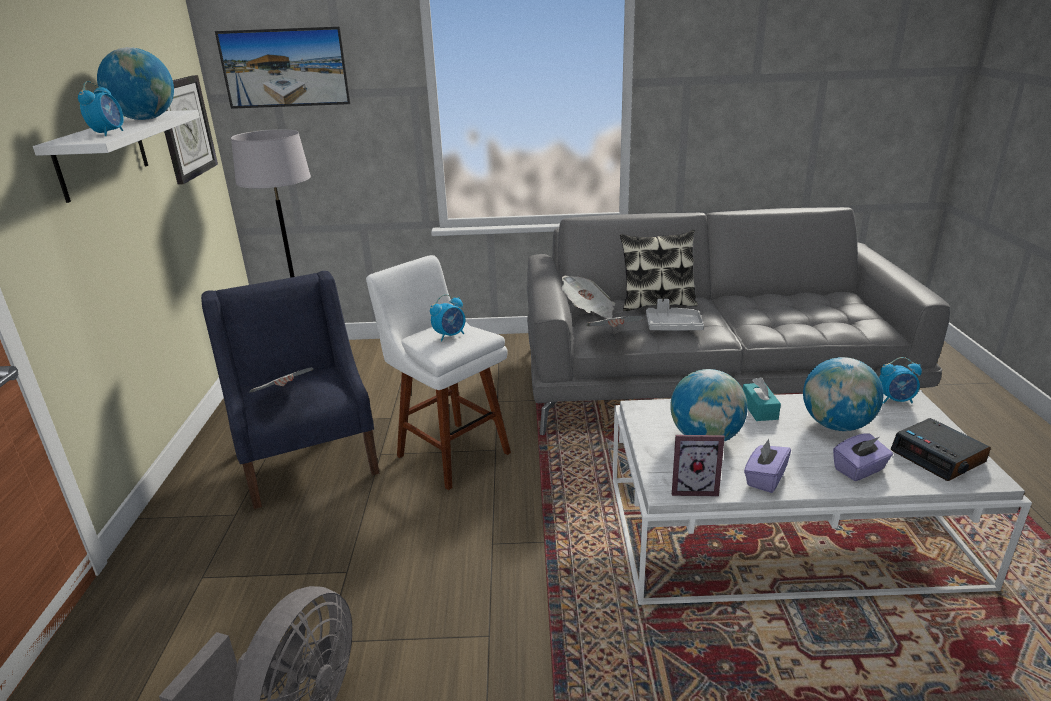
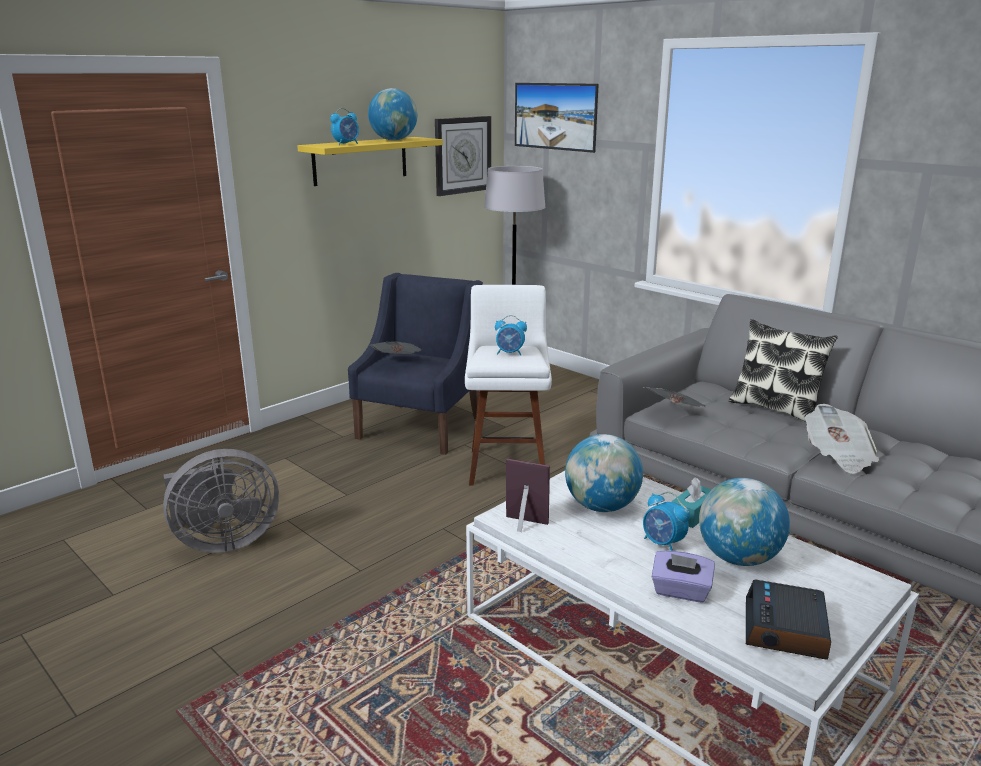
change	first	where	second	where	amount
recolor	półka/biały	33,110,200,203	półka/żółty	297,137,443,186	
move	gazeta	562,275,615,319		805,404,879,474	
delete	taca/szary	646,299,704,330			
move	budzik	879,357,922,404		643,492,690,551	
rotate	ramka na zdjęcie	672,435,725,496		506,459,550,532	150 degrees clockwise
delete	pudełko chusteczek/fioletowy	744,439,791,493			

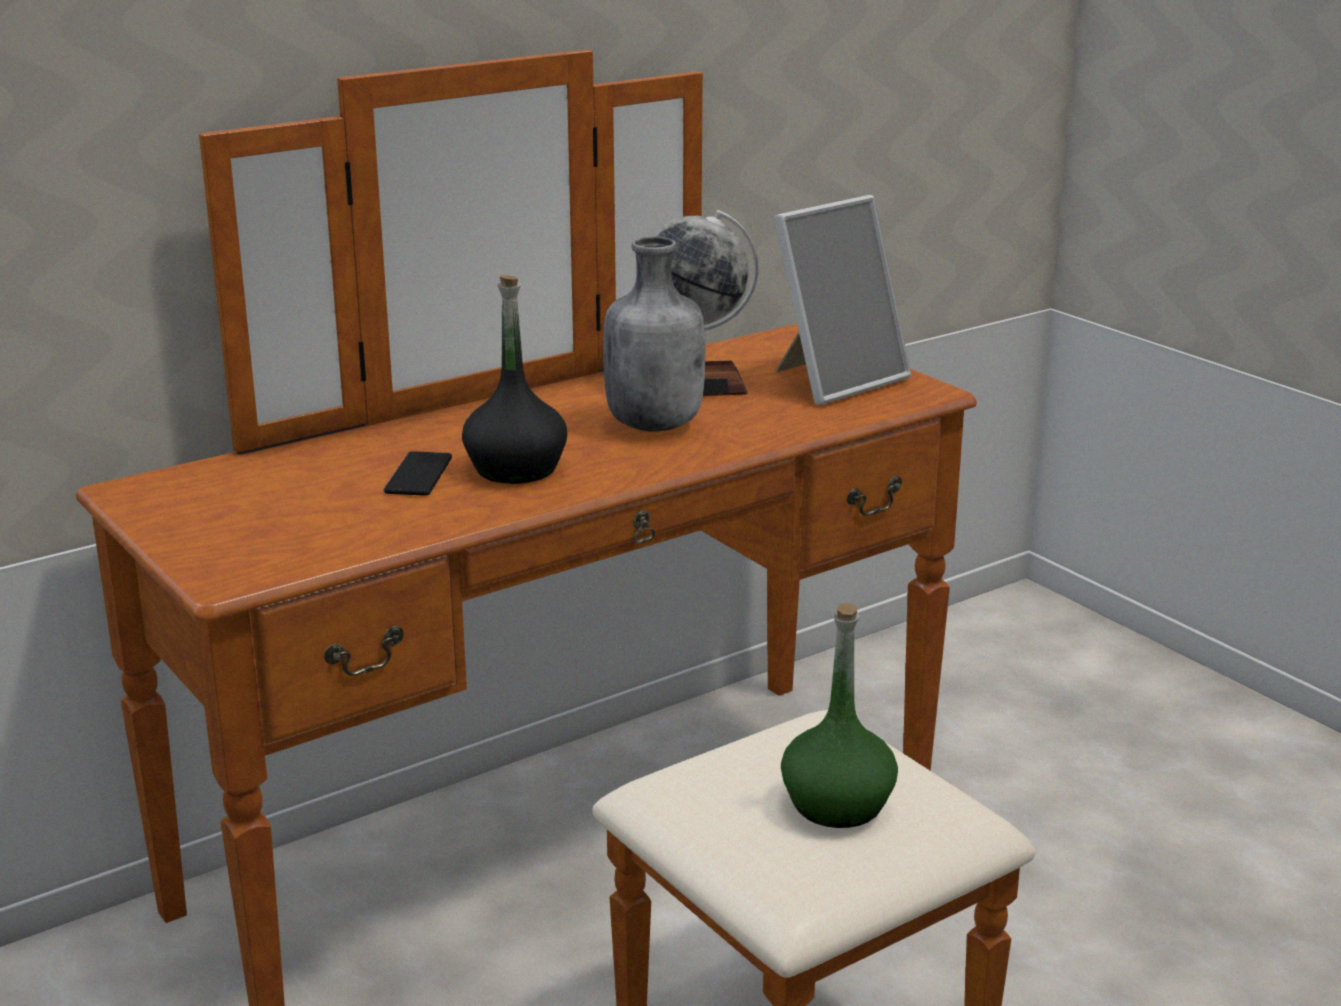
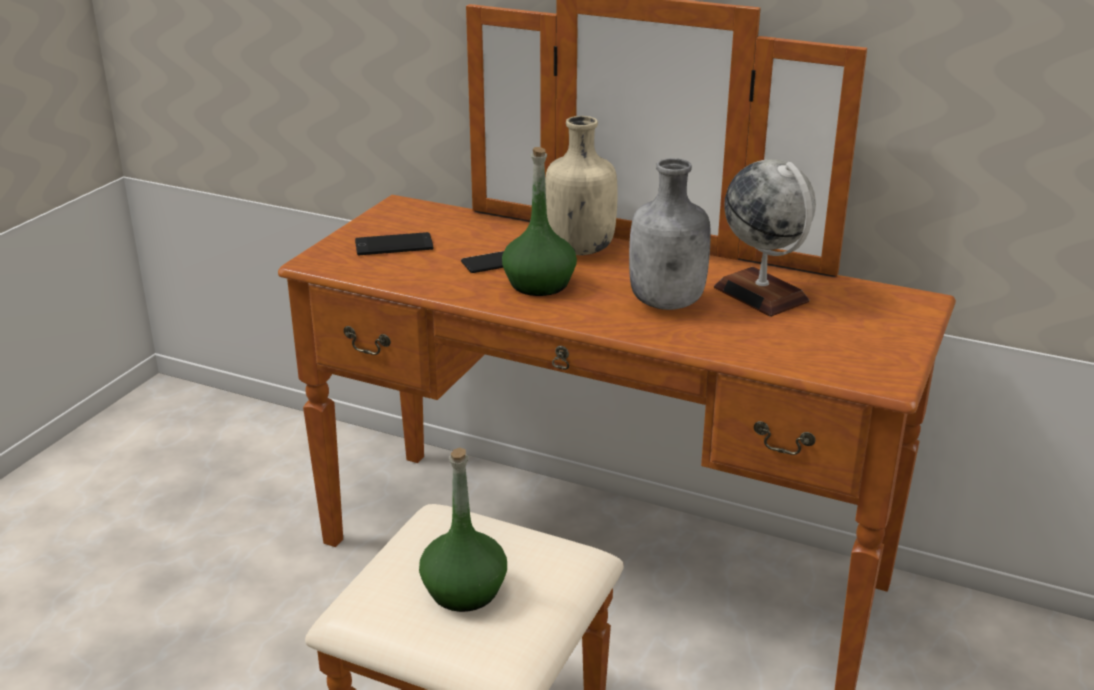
change	first	where	second	where	amount
delete	ramka na zdjęcie	774,195,911,405			
recolor	butelka/czarny	462,275,567,484	butelka/zielony	502,147,577,296	
insert			butelka/beżowy	545,116,618,255	
insert			telefon	355,232,433,256	

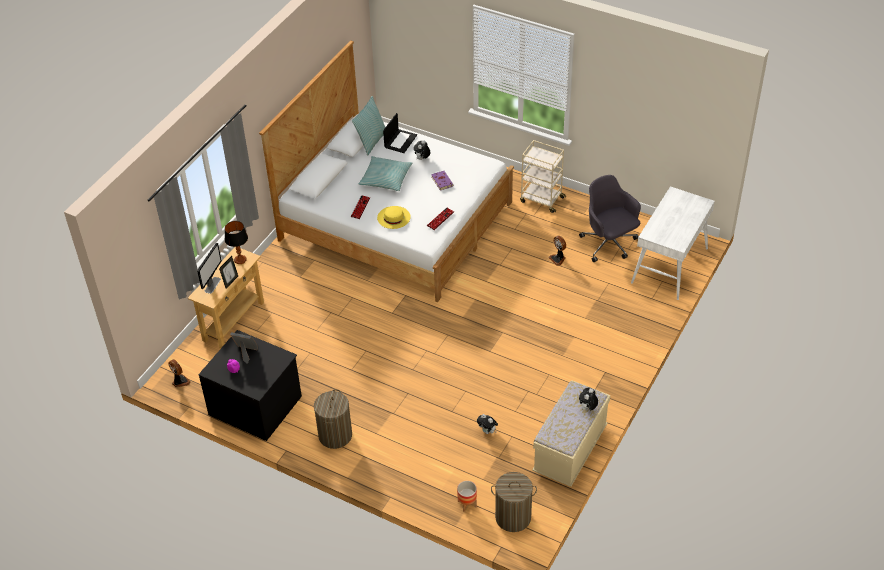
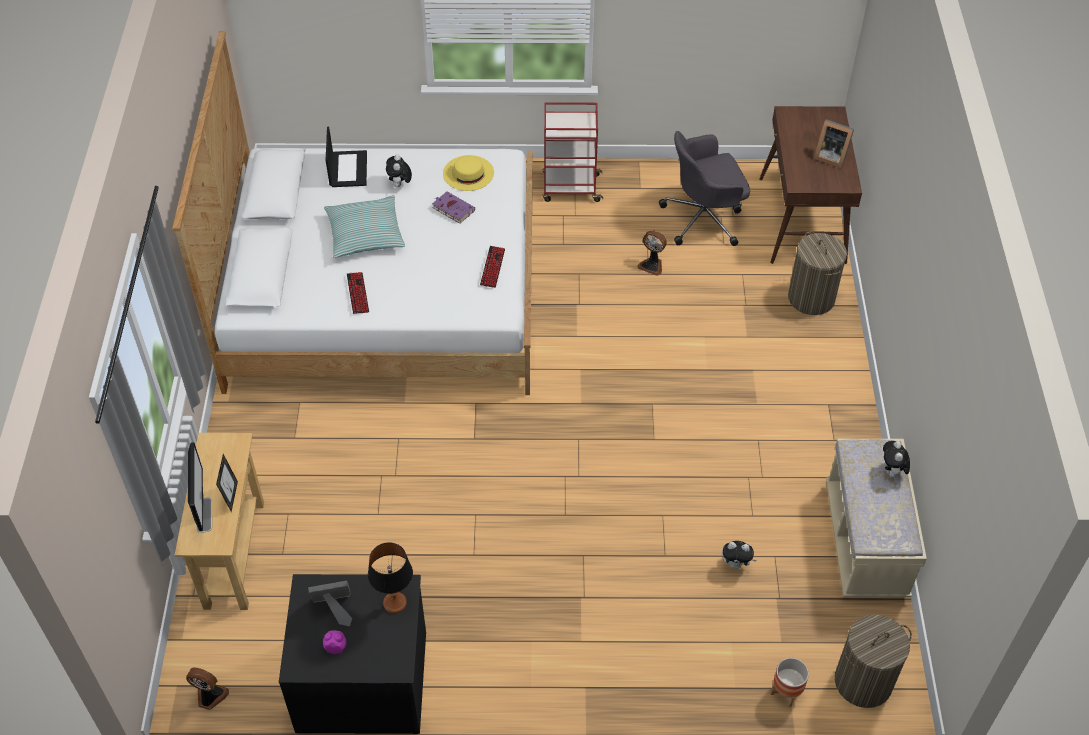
change	first	where	second	where	amount
delete	poduszka	352,96,385,155			
recolor	wózek/beżowy	520,140,566,213	wózek/czerwony	542,102,603,202	
rotate	krzesło biurowe/szary	579,175,641,262		659,131,750,246	45 degrees counterclockwise
recolor	biurko/biały	631,186,715,300	biurko/brązowy	759,106,862,264	
move	kapelusz/żółty	377,206,411,229		443,155,494,191	
move	lampa stołowa	225,221,248,264		368,542,413,613	
move	kosz na pranie	314,389,352,449		788,232,847,315	
insert			ramka na zdjęcie	814,119,854,168	

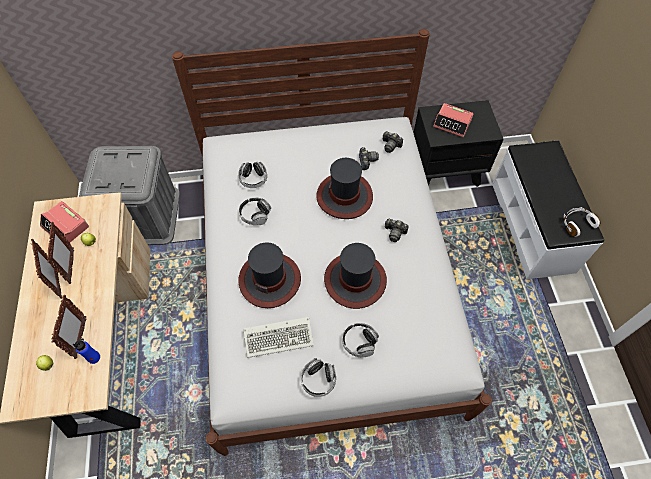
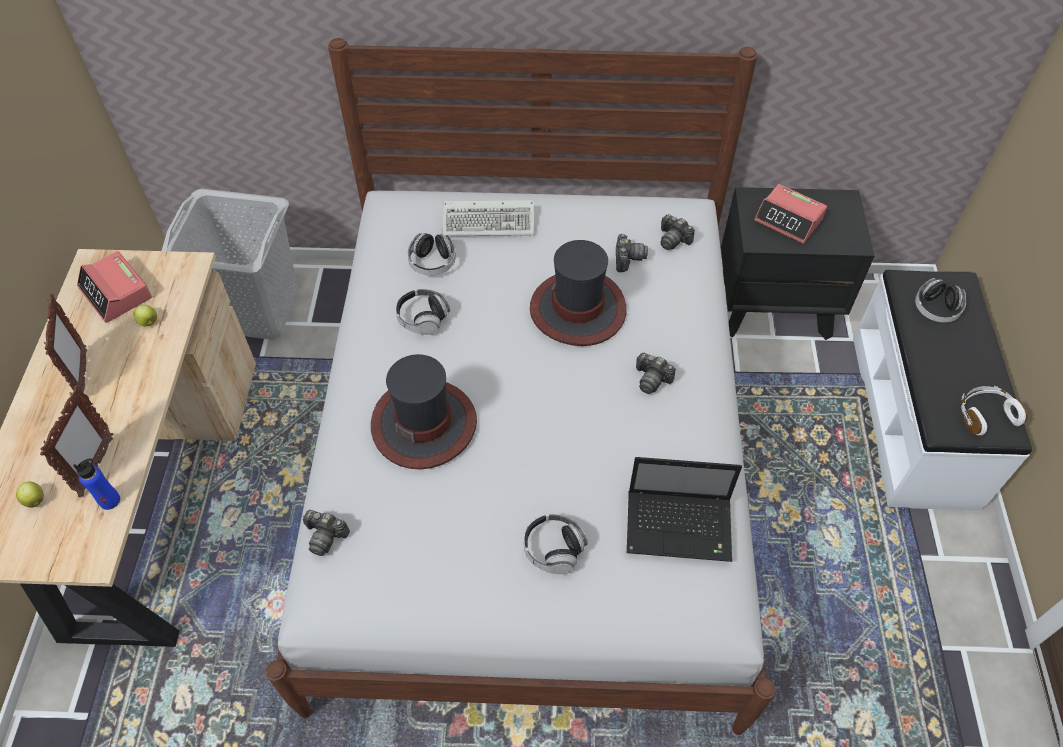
change	first	where	second	where	amount
replace	pojemnik do przechowywania/szary	79,146,180,245	kosz na pranie/szary	162,189,298,340	
delete	ramka na zdjęcie	47,222,74,284			
delete	kapelusz	324,243,387,309			
move	klawiatura	243,317,314,358		443,200,534,236	
move	słuchawki	301,358,336,397		915,278,966,323	
insert			laptop	627,457,742,562	
insert			aparat fotograficzny	303,510,350,556	

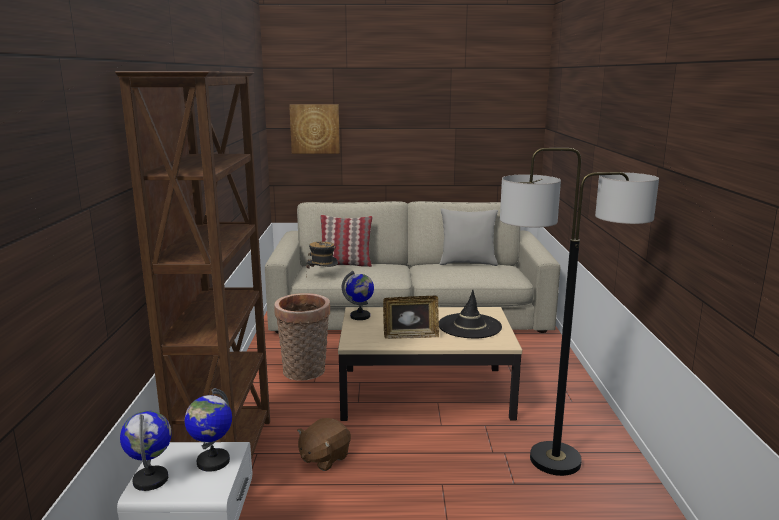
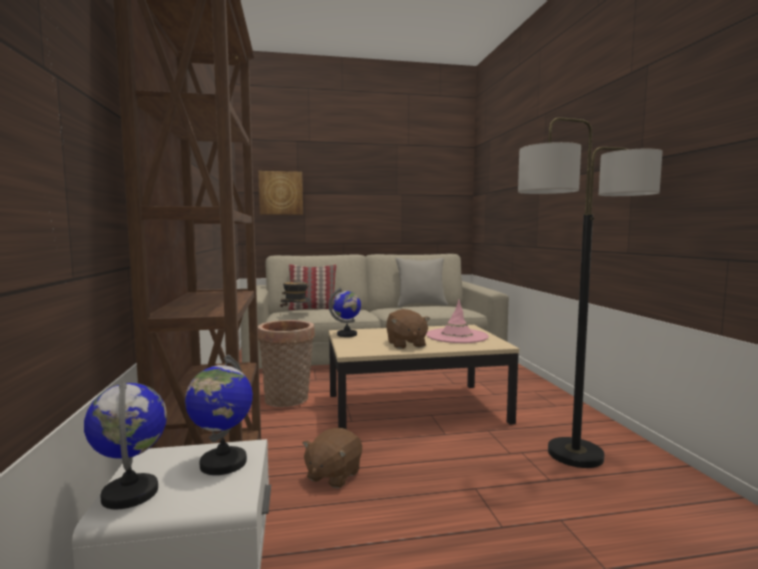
change	first	where	second	where	amount
recolor	kapelusz/czarny	439,290,502,338	kapelusz/różowy	426,299,489,343	
replace	ramka na zdjęcie	383,296,439,339	pluszak/brązowy	386,309,430,349	

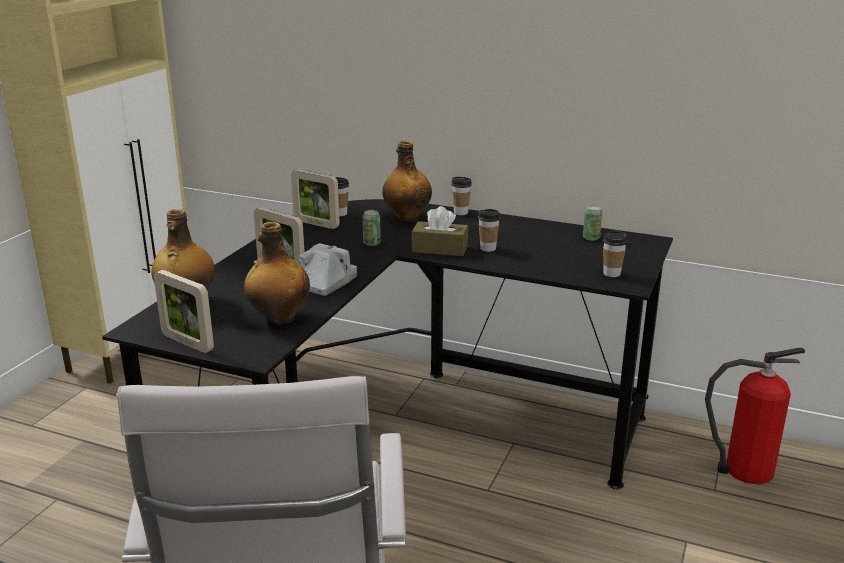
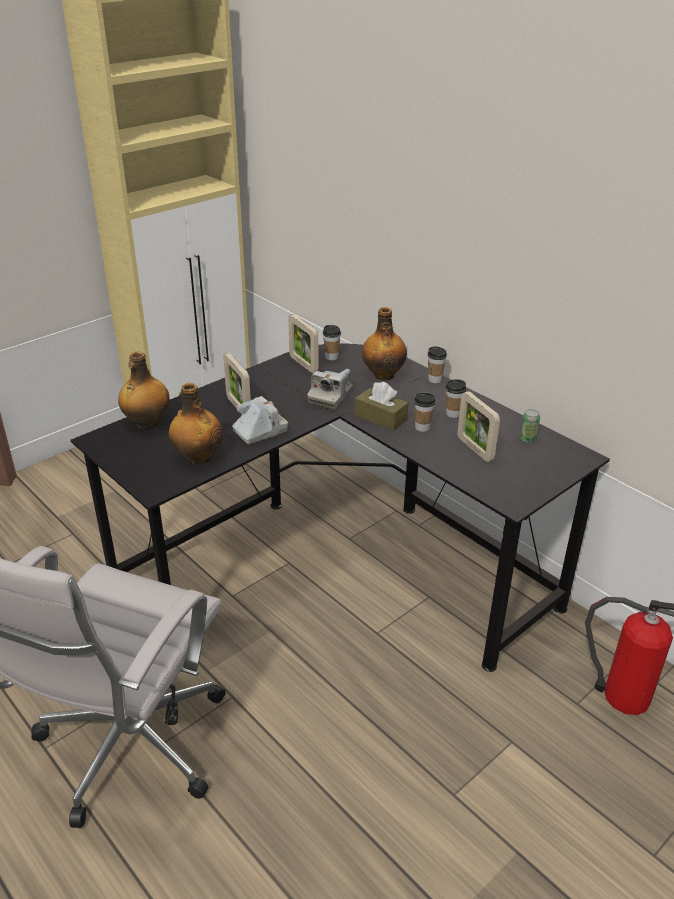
change	first	where	second	where	amount
replace	puszka	363,210,381,246	aparat fotograficzny	307,369,353,409	
move	filiżanka	603,231,627,277		446,379,466,418	
move	ramka na zdjęcie	154,270,214,353		458,391,500,462	

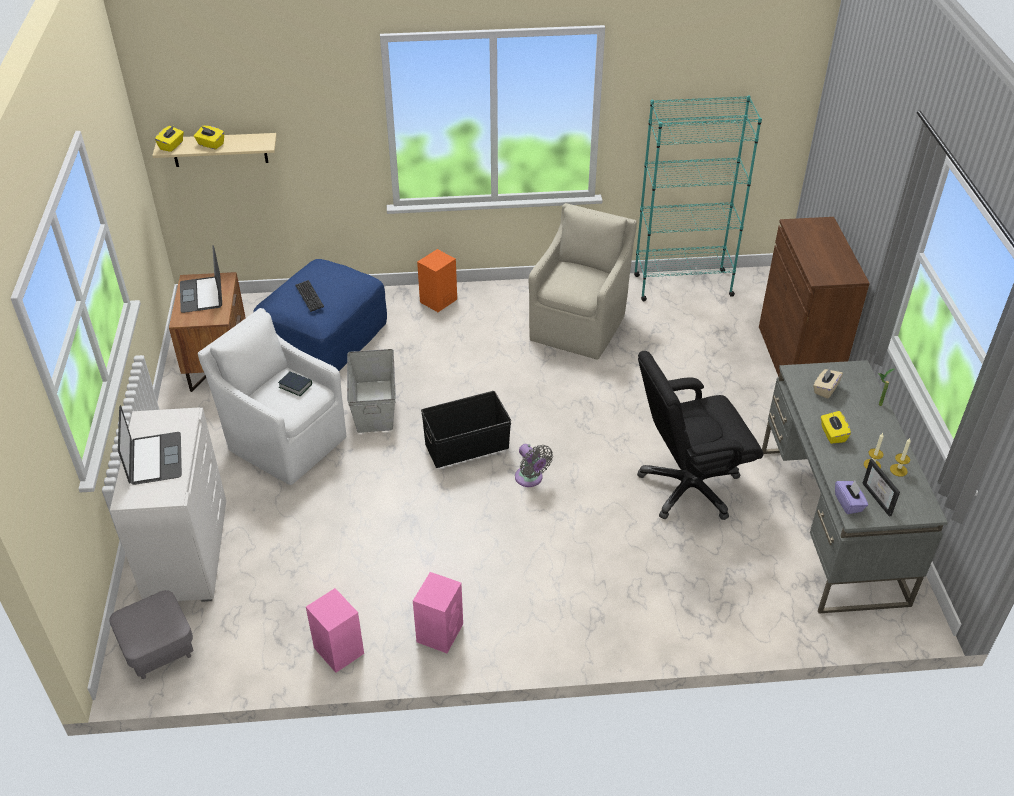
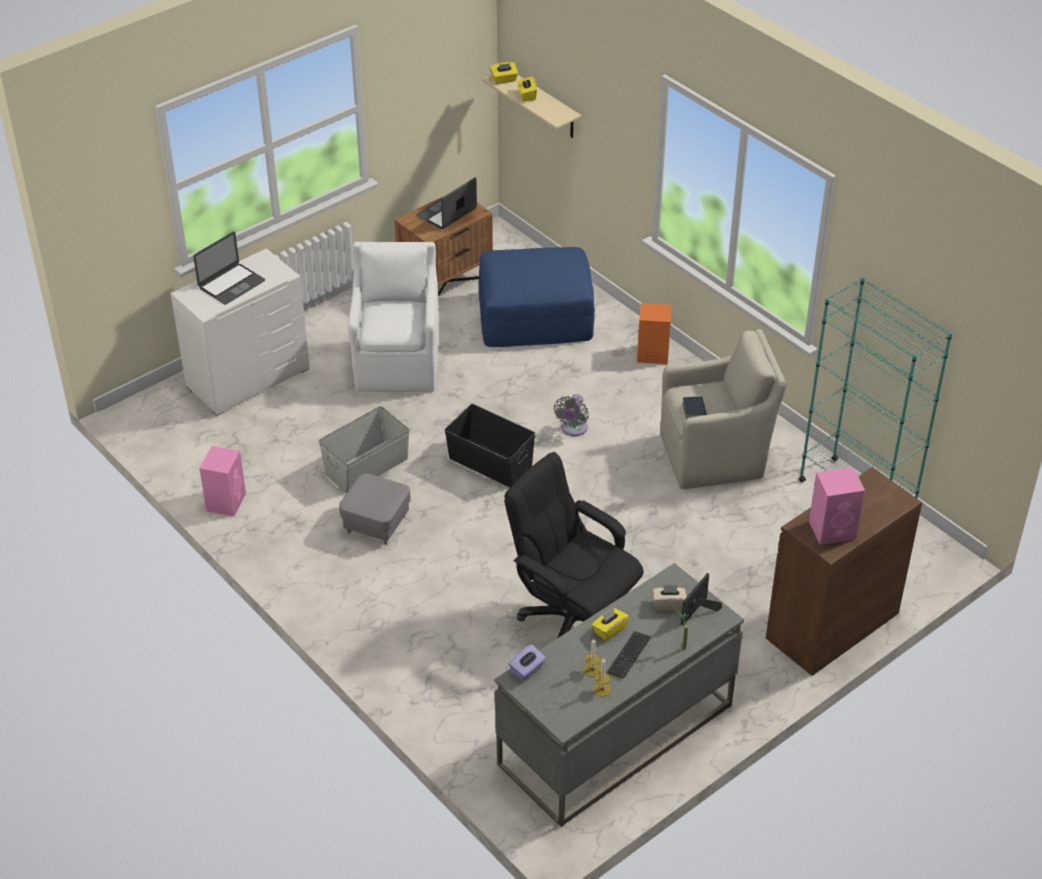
change	first	where	second	where	amount
move	klawiatura	295,280,324,312		607,631,651,679	
move	pojemnik do przechowywania/szary	347,349,396,433		319,406,410,493	
move	książka	278,371,312,396		682,396,707,419	
move	wentylator/szary	515,444,553,487		554,394,589,436	
move	ramka na zdjęcie	862,459,900,517		681,573,722,626	
move	głośnik/różowy	413,572,463,653		809,467,865,545	
move	pufa/szary	109,590,193,679		339,473,411,545	

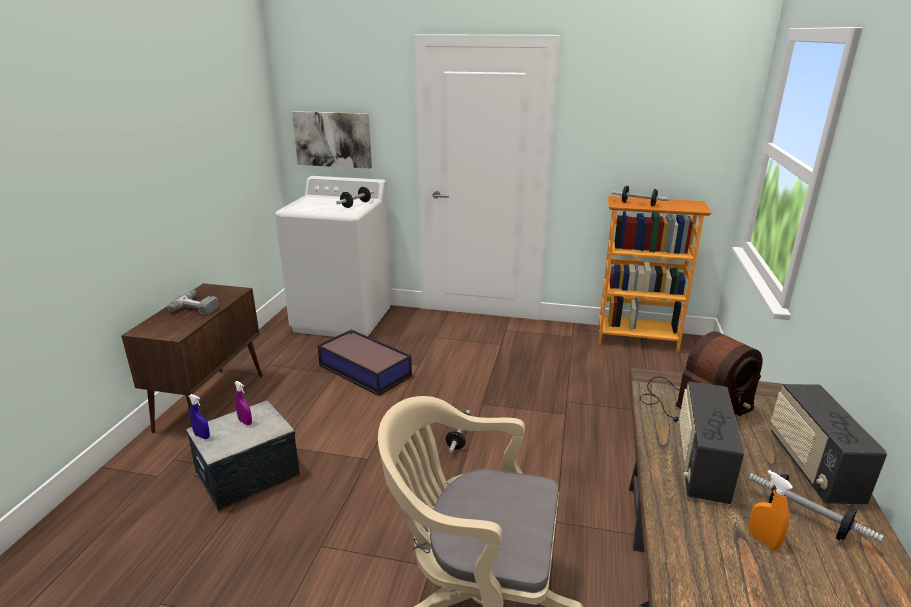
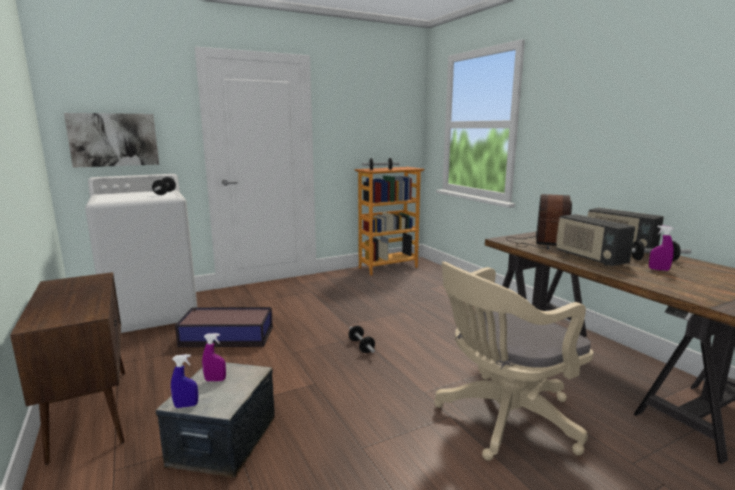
change	first	where	second	where	amount
delete	wiertarka	167,290,219,315			
recolor	spryskiwacz/pomarańczowy	749,470,793,550	spryskiwacz/fioletowy	649,225,674,271	

